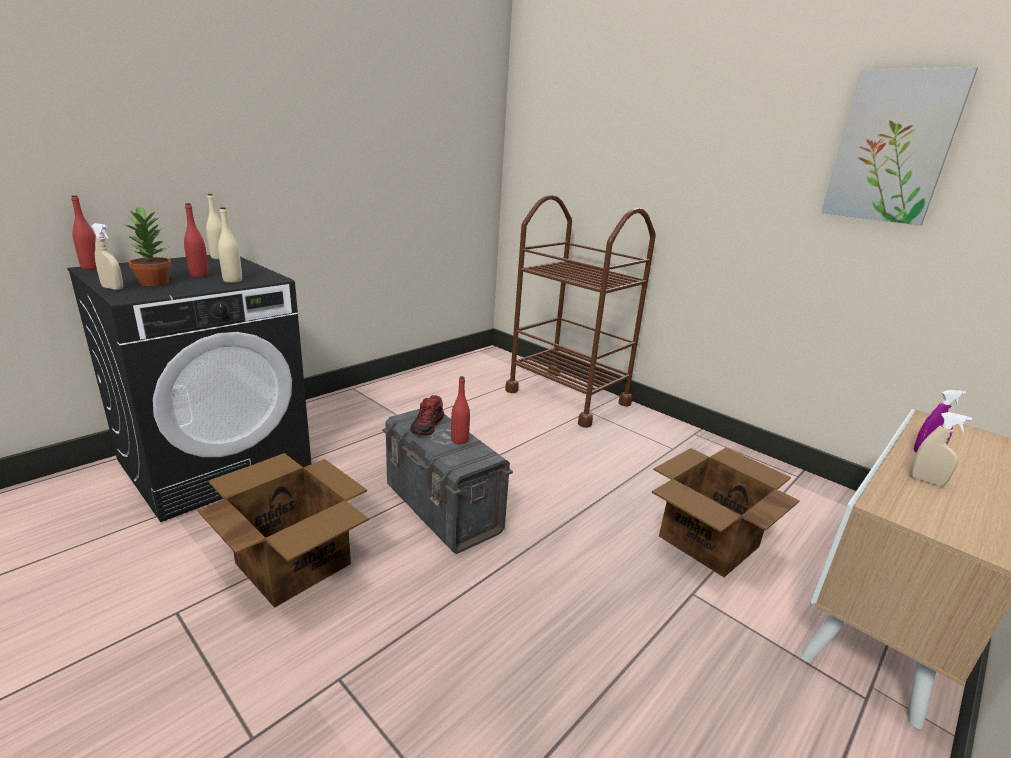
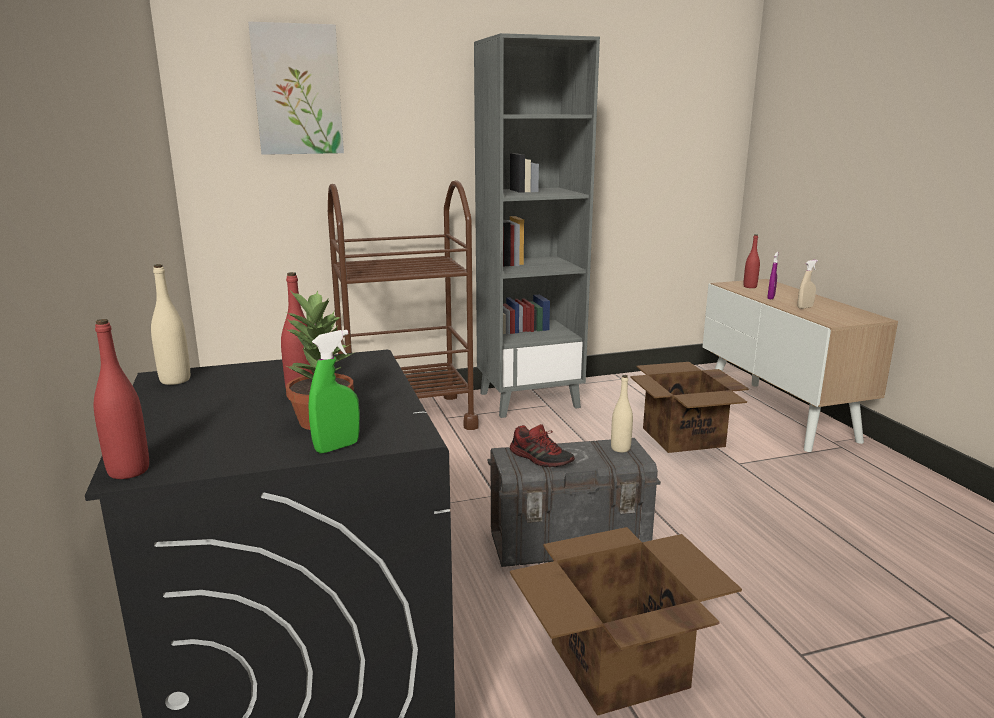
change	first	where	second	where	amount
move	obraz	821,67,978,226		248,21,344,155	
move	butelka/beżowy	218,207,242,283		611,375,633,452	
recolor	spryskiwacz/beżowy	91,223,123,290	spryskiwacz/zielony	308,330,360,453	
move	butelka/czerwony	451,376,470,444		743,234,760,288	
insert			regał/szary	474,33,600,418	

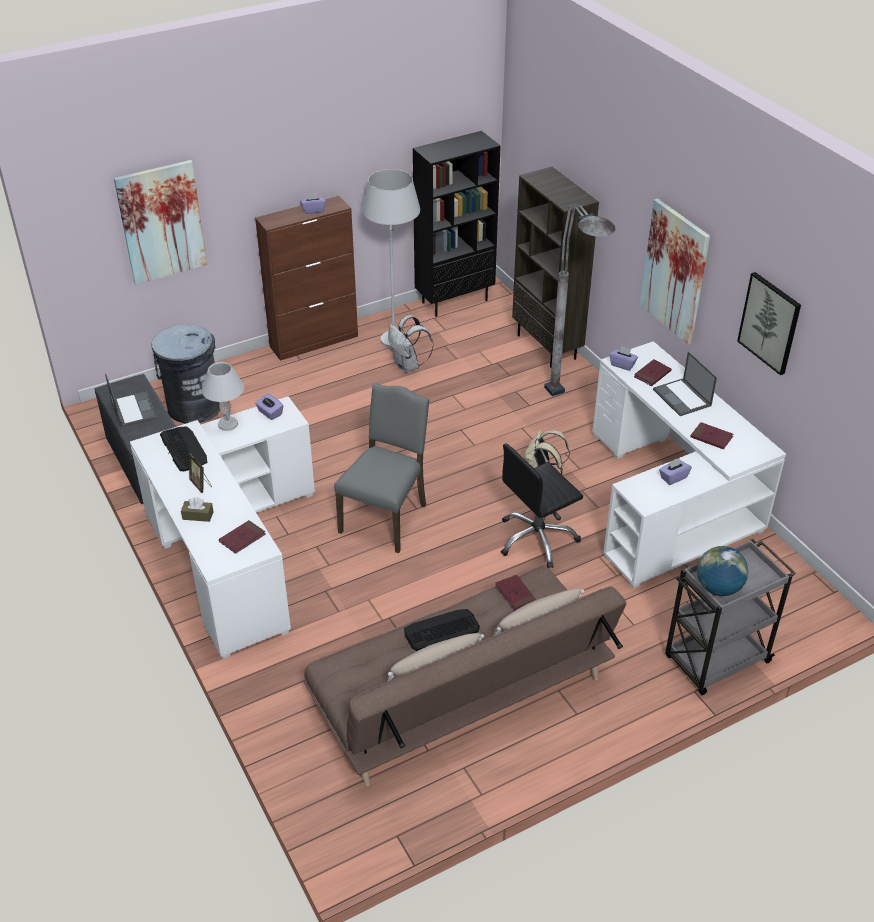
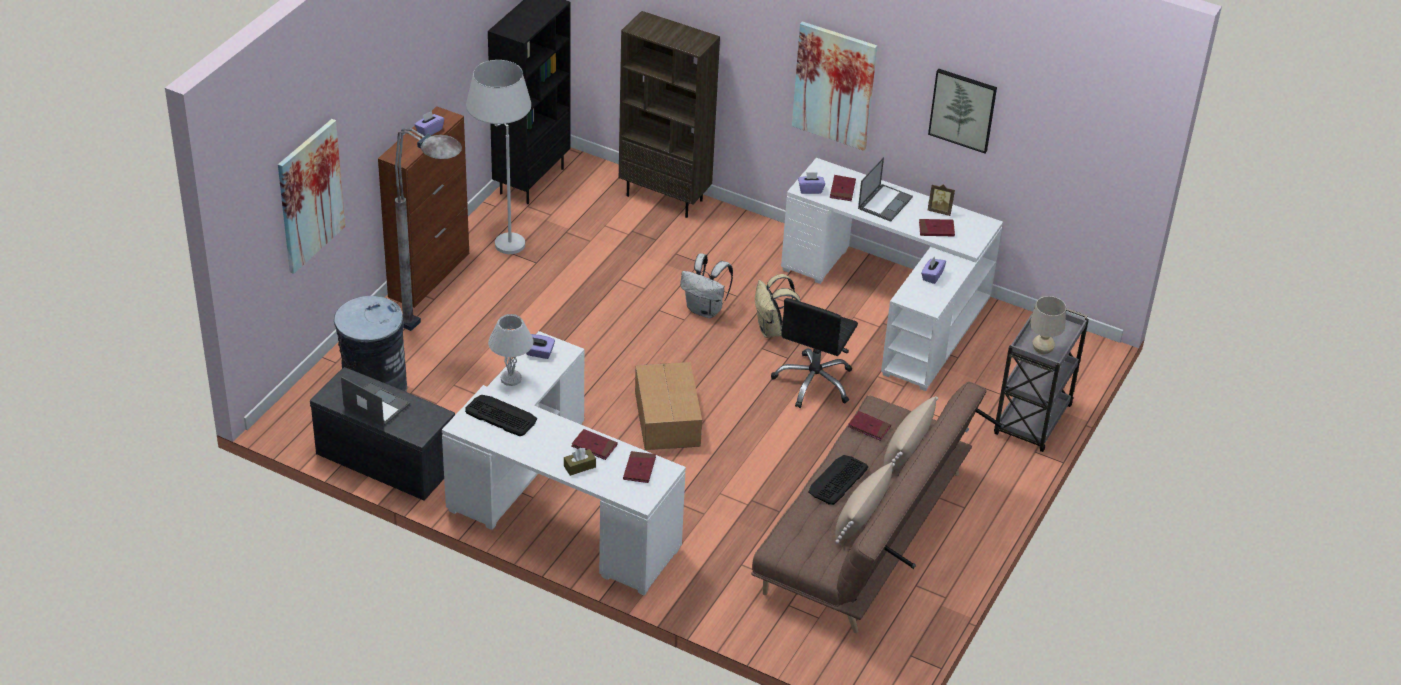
change	first	where	second	where	amount
move	lampa stojąca/szary	544,204,615,396		395,129,462,331	
move	plecak/biały	388,315,433,373		680,253,733,318	
rotate	laptop	653,352,717,416		858,157,913,222	90 degrees counterclockwise
replace	krzesło/szary	334,383,430,553	karton	635,362,702,450	
move	ramka na zdjęcie	189,453,212,493		928,184,955,216	
replace	globus	697,546,748,596	lampa stołowa/beżowy	1030,296,1066,355	
insert			książka/czerwony	572,429,618,460	

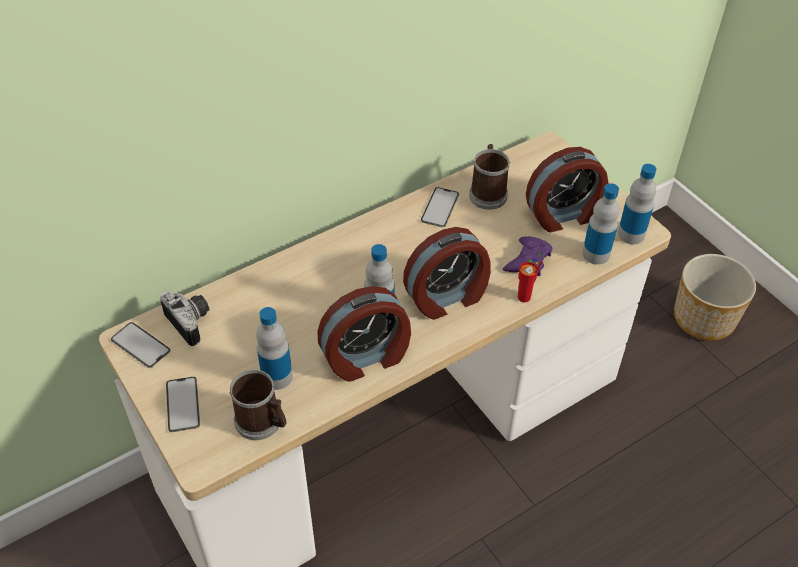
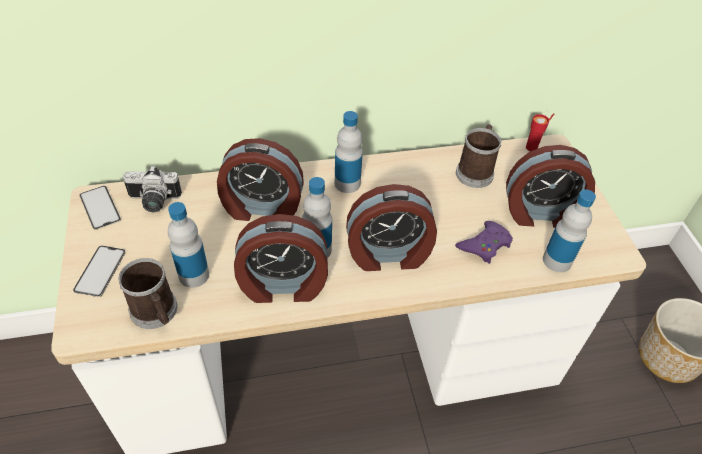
change	first	where	second	where	amount
move	butelka	618,164,656,244		335,111,363,193	
delete	telefon	421,187,459,227			
move	filiżanka/czerwony	518,261,543,302		526,113,554,151	
rotate	aparat fotograficzny	160,290,209,346		123,166,182,212	105 degrees clockwise
insert			budzik	217,138,304,221	

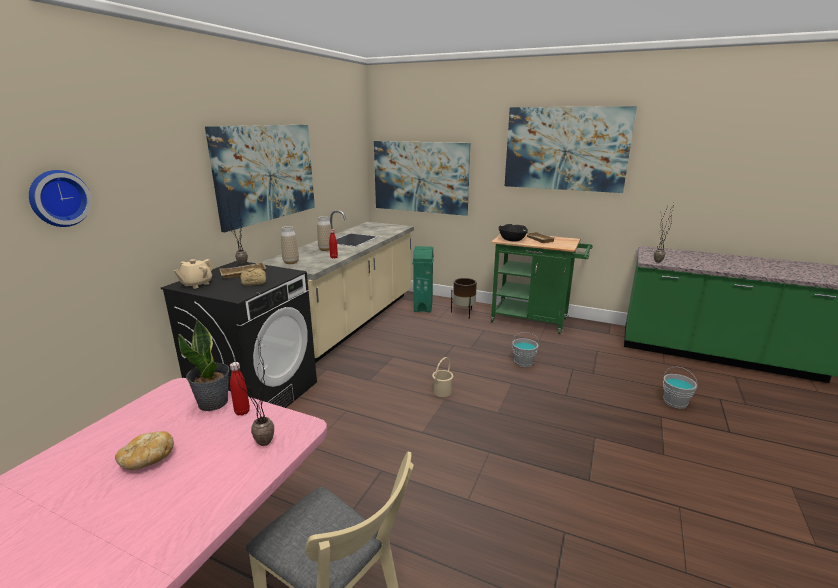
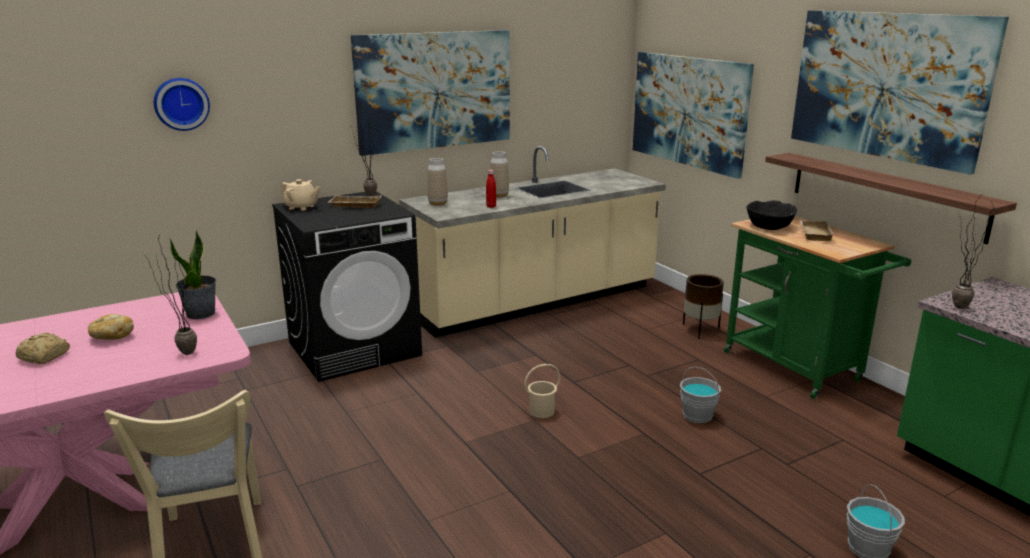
change	first	where	second	where	amount
delete	kosz na śmieci/zielony	412,246,434,312			
rotate	imbryk/beżowy	173,259,214,289		280,179,320,211	135 degrees counterclockwise
move	chleb	240,268,266,286		16,333,70,364	
delete	butelka/czerwony	230,362,250,416			
insert			półka	765,153,1017,244	

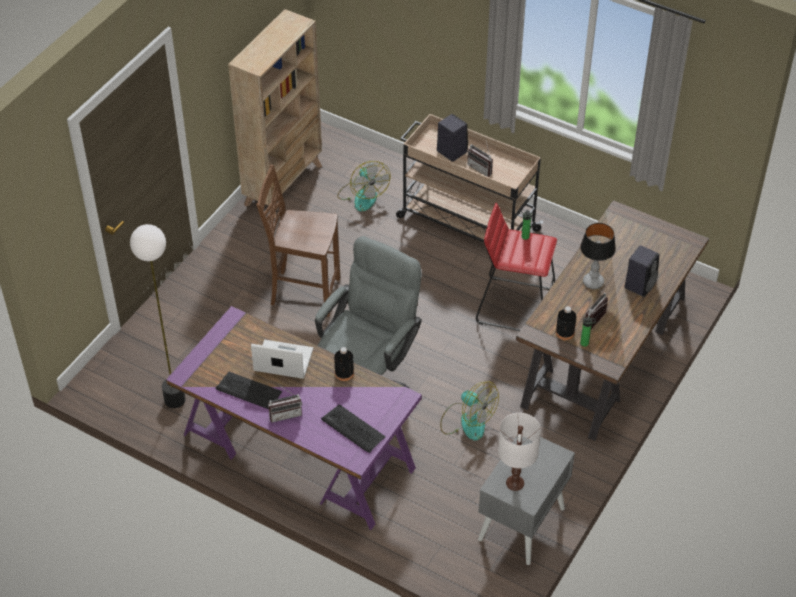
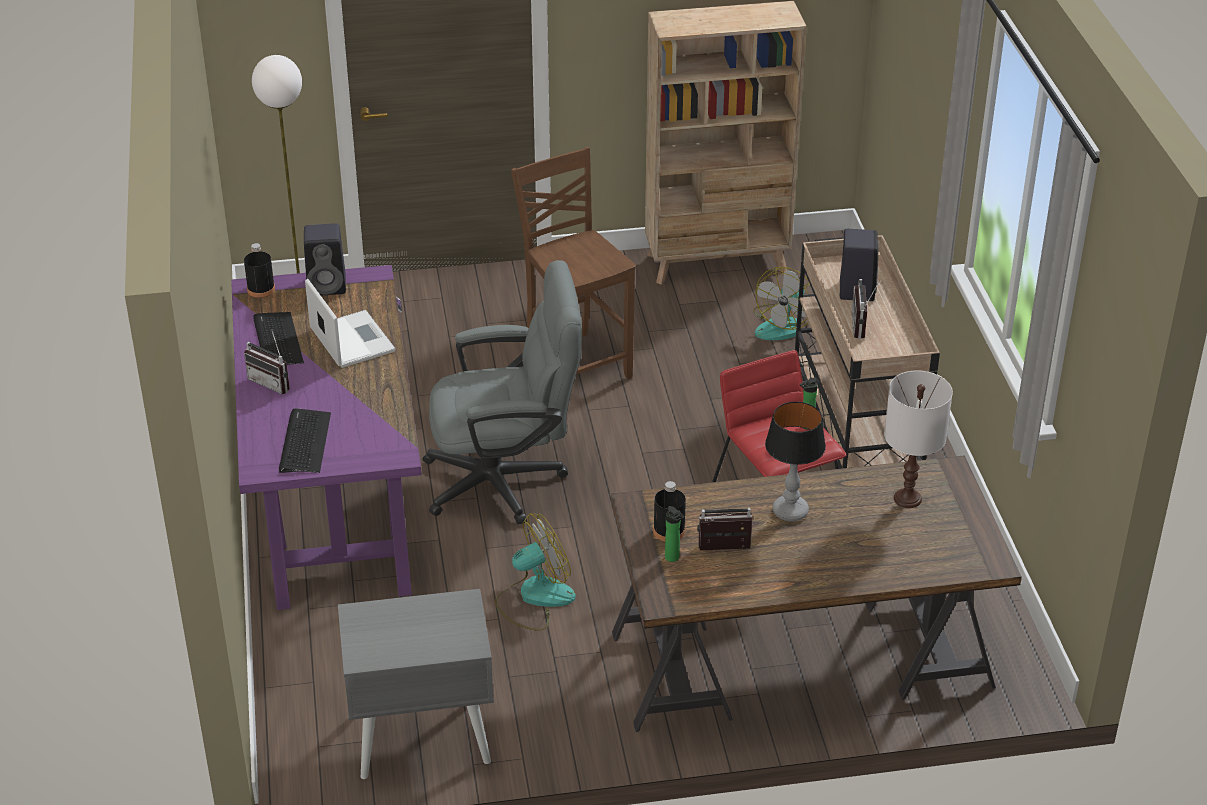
change	first	where	second	where	amount
move	głośnik/czarny	624,245,659,297		304,223,346,295	
move	butelka/czarny	334,347,354,381		244,243,275,298	
rotate	wentylator	440,381,499,441		495,514,576,631	120 degrees counterclockwise
move	lampa stołowa/biały	498,413,541,491		884,370,953,508	

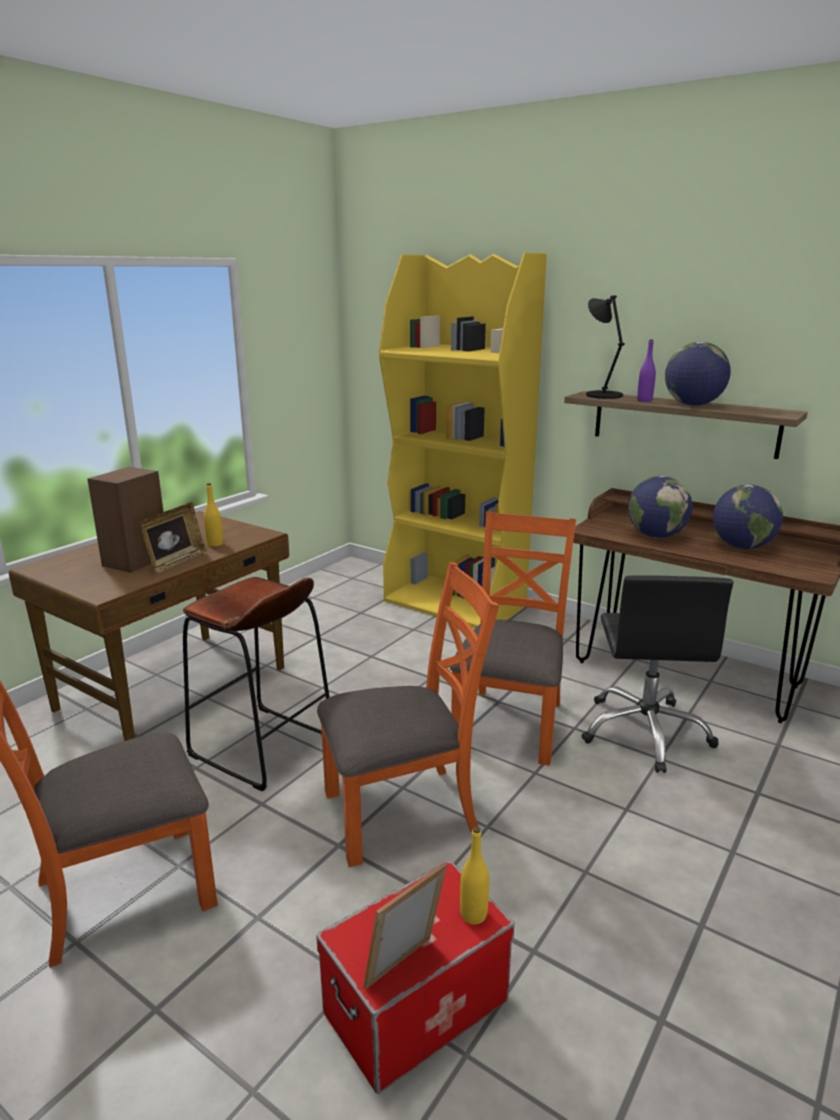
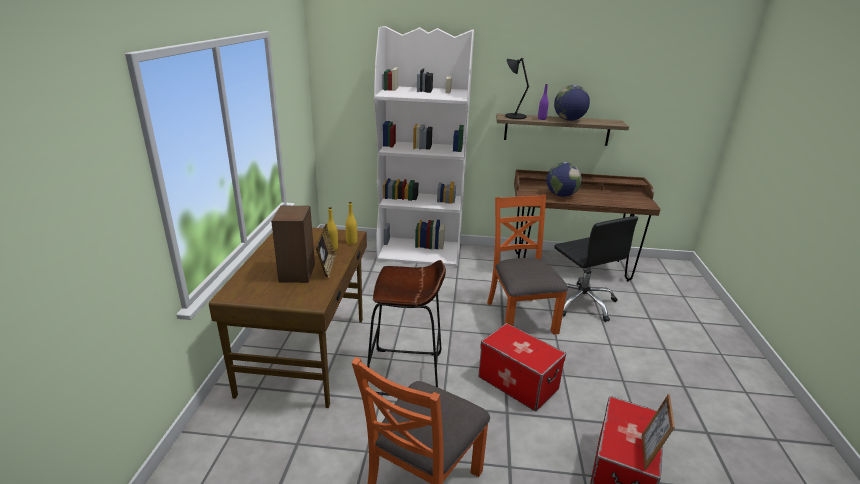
change	first	where	second	where	amount
recolor	regał/żółty	379,253,547,628	regał/biały	374,26,474,266	
delete	globus	713,485,783,549			
replace	krzesło/pomarańczowy	317,562,499,867	pojemnik do przechowywania	478,323,566,412	
move	butelka/żółty	460,827,489,925		345,202,357,245	

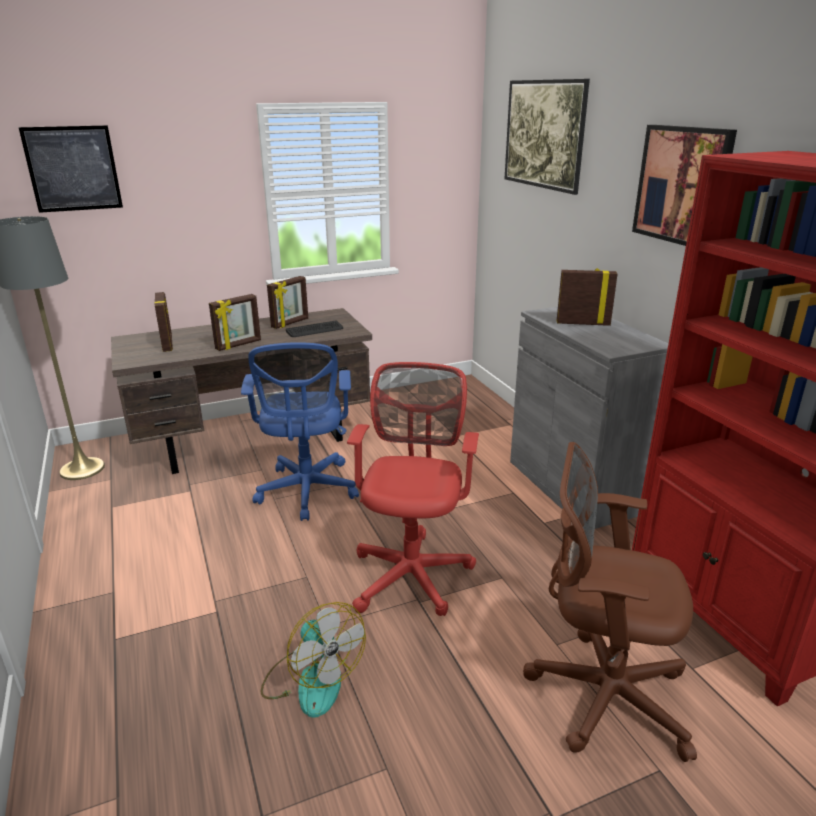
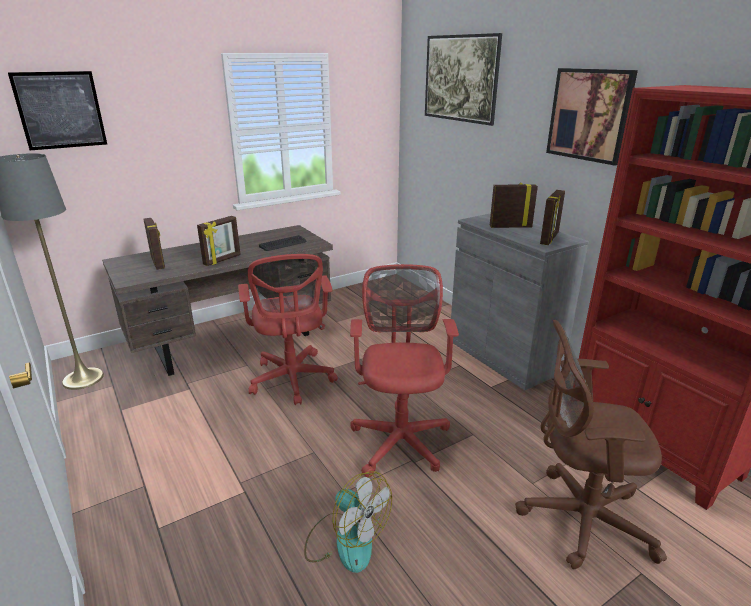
change	first	where	second	where	amount
move	ramka na zdjęcie	267,276,308,329		540,190,565,245	
recolor	krzesło biurowe/niebieski	241,342,359,521	krzesło biurowe/czerwony	238,254,338,405	

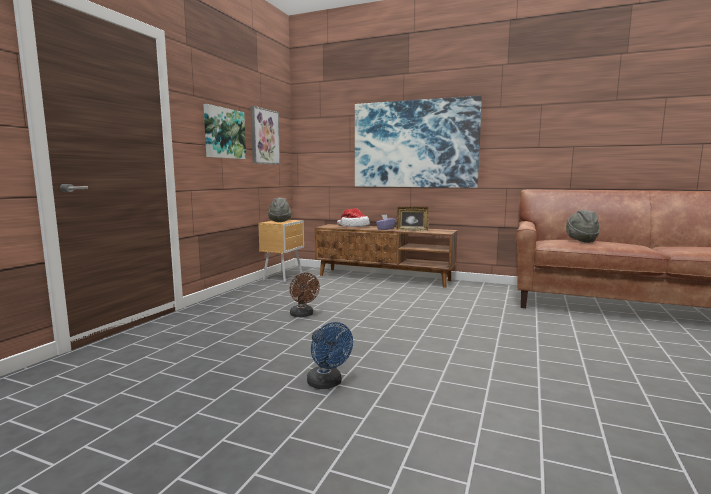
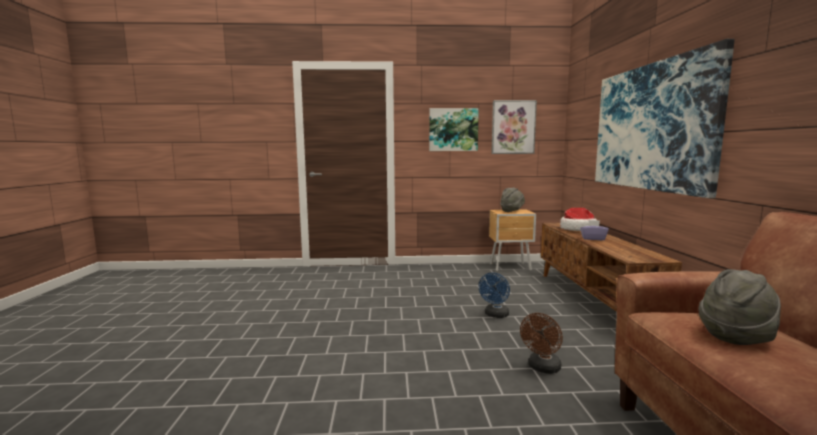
change	first	where	second	where	amount
delete	ramka na zdjęcie	396,207,429,231			
move	wentylator/brązowy	289,273,320,317		520,313,563,374	
move	wentylator/niebieski	307,322,353,389		479,273,510,318	

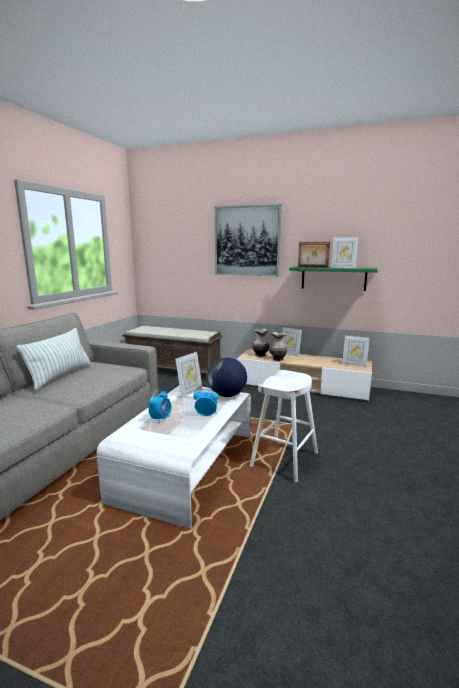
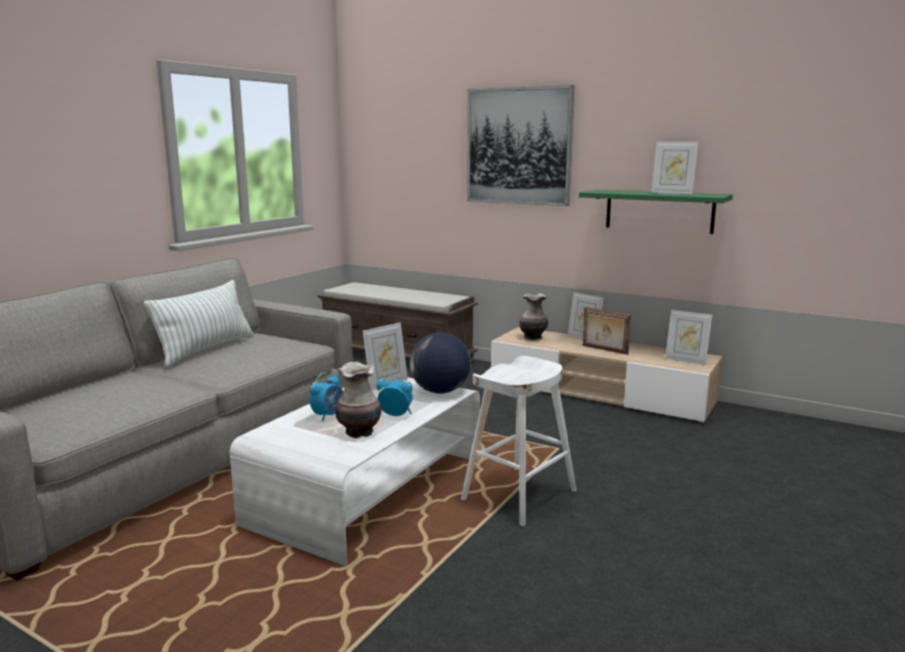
change	first	where	second	where	amount
move	ramka na zdjęcie	298,242,330,268		583,307,631,355	
move	wazon	269,332,287,361		335,362,382,438	

